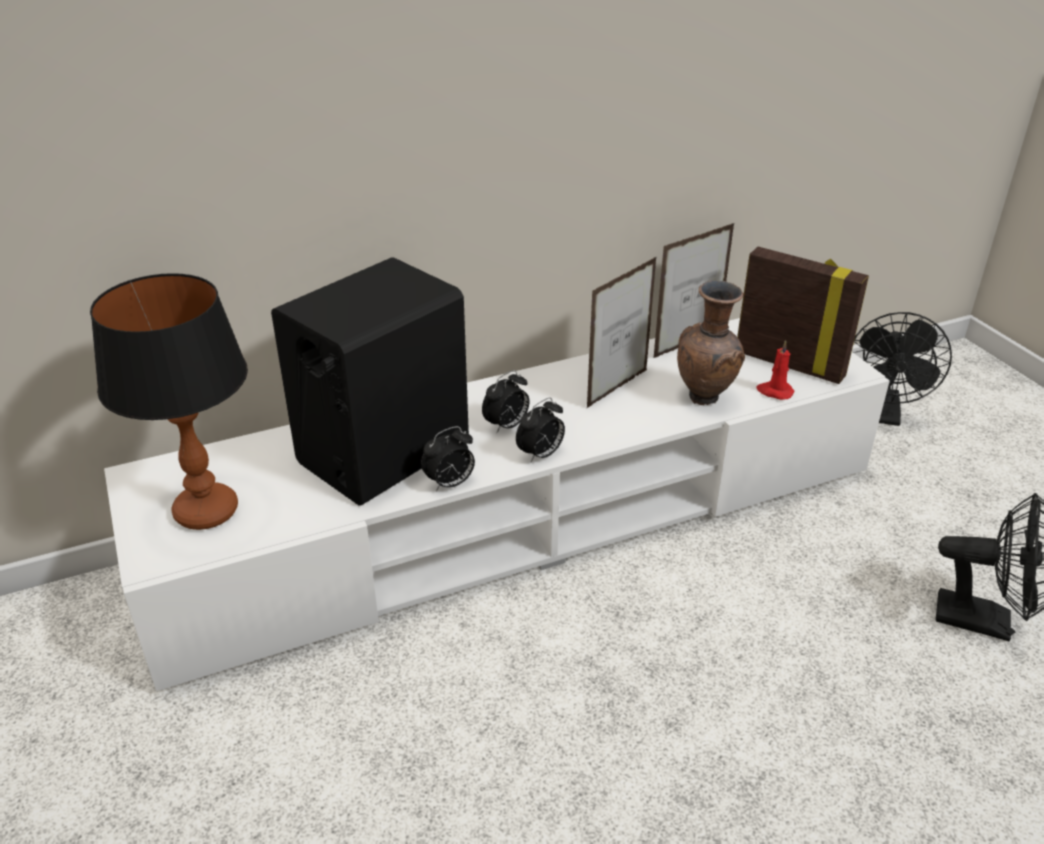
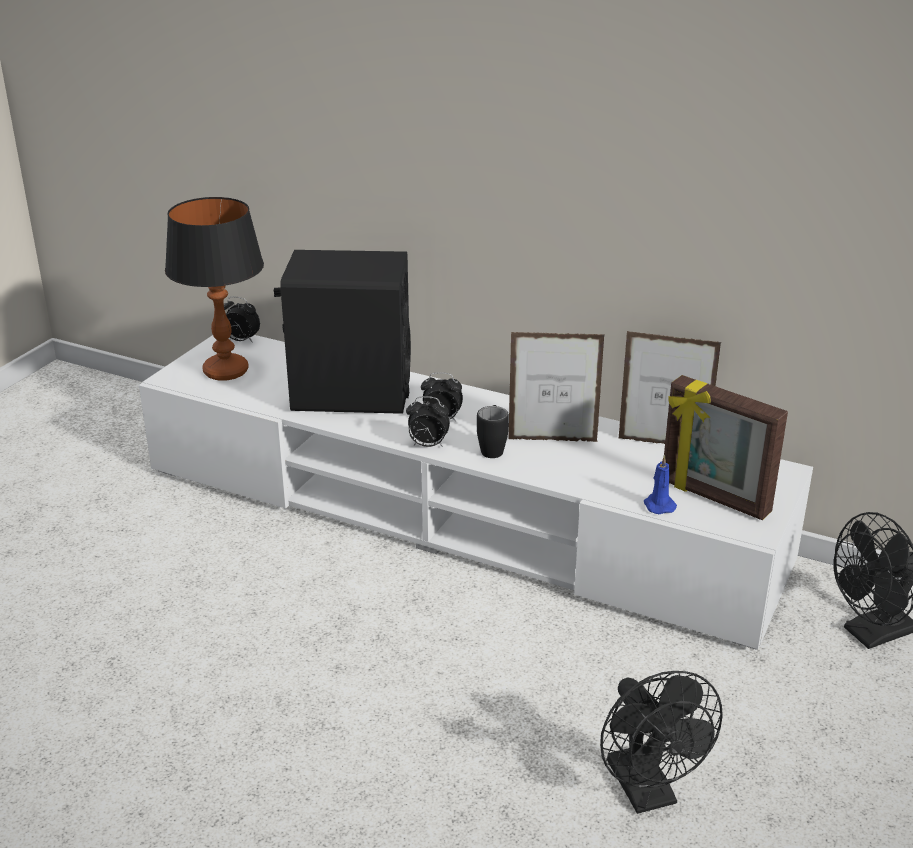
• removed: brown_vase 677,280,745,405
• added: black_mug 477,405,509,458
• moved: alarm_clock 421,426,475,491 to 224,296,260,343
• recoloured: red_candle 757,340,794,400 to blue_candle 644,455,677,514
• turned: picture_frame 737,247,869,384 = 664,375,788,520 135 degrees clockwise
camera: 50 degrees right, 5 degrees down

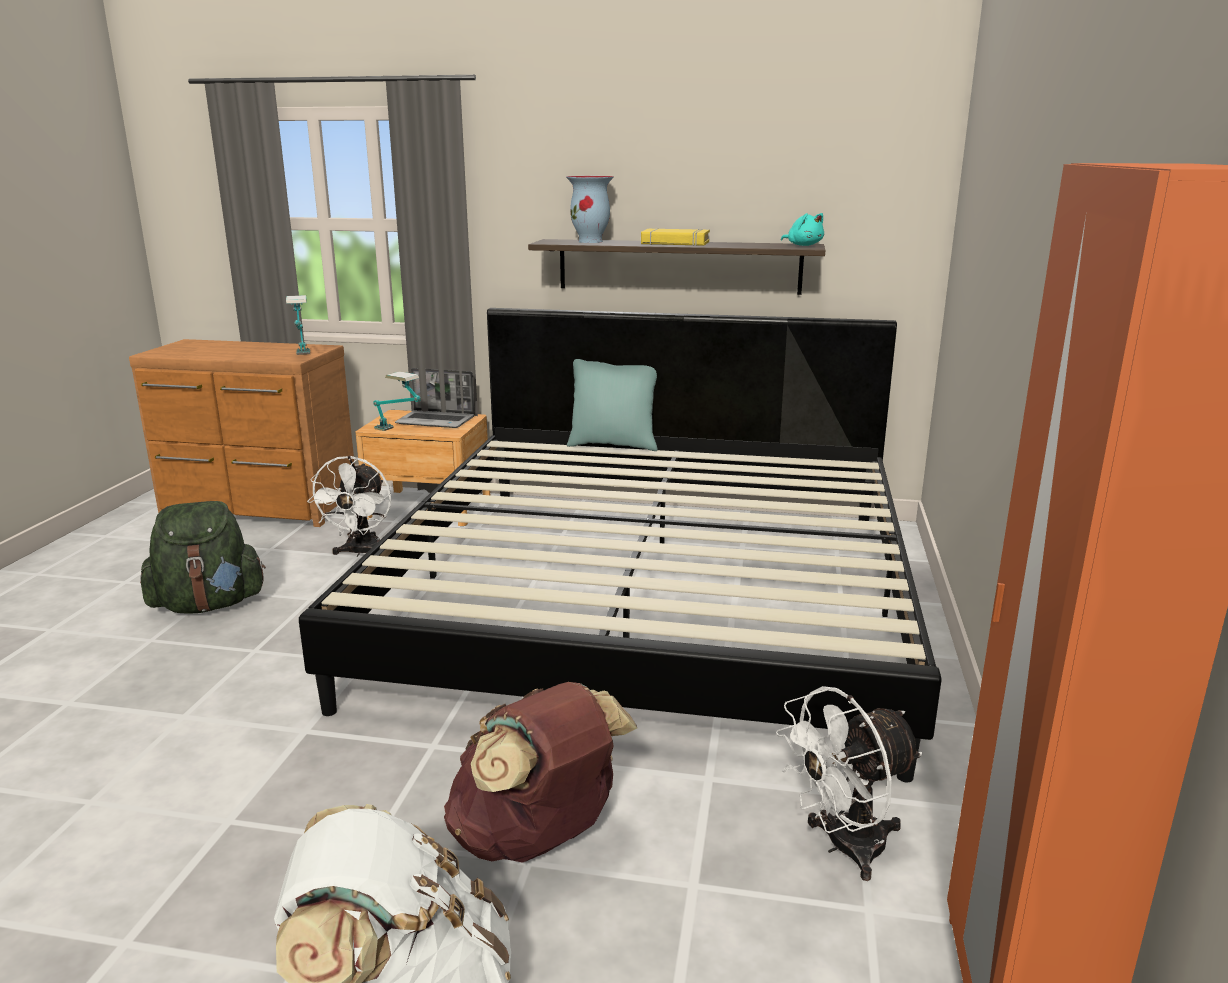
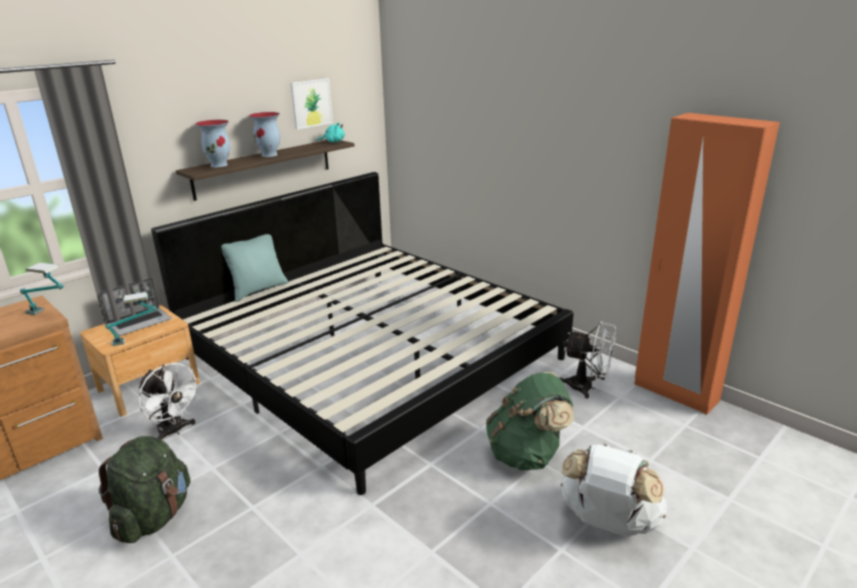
• added: picture 291,78,333,129
• replaced: yellow_book 641,228,710,246 to vase 248,112,280,157
• recoloured: brown_backpack 444,682,637,863 to green_backpack 486,372,574,470
• turned: white_fan 776,686,923,881 = 559,321,616,398 75 degrees counterclockwise
camera: 55 degrees left, 5 degrees up

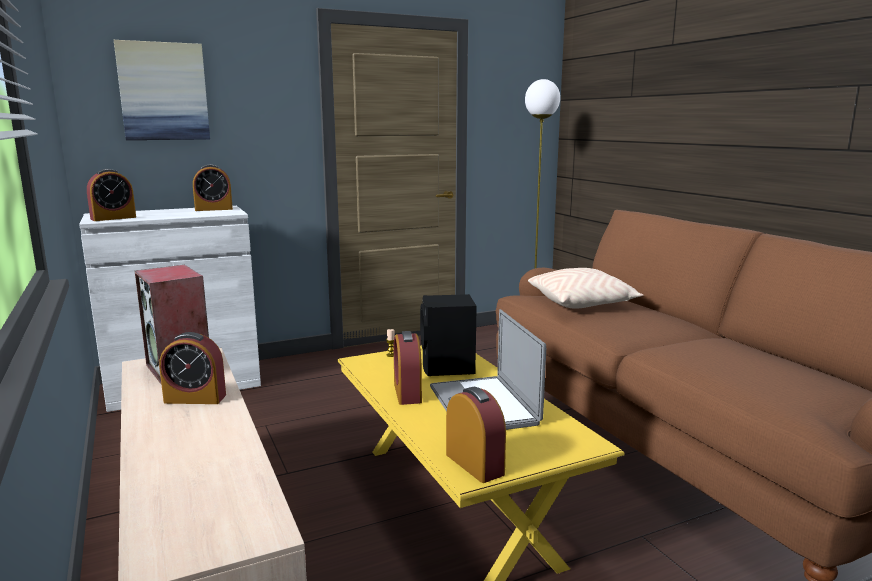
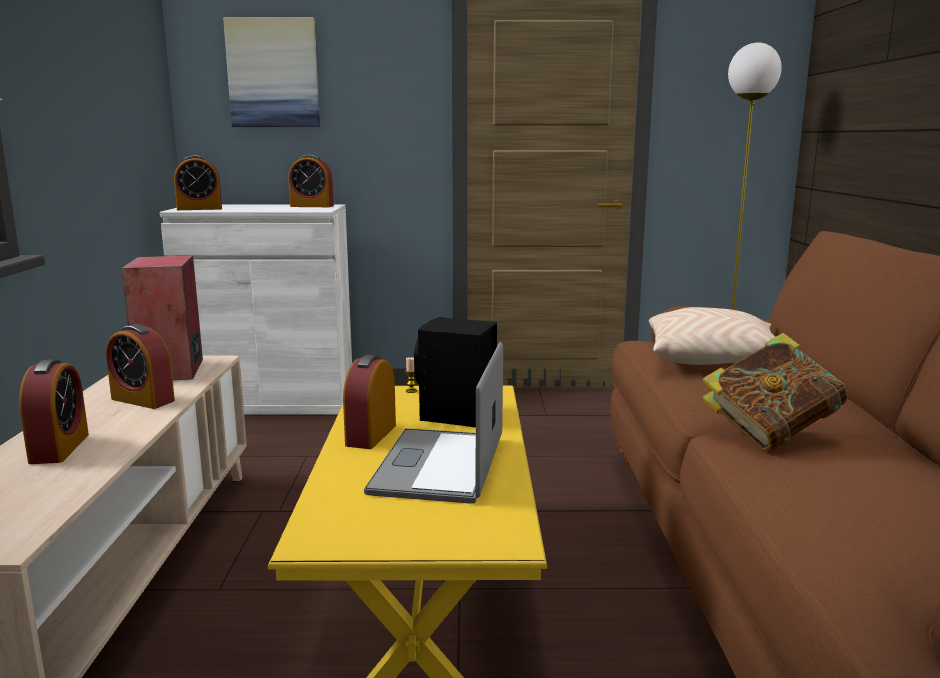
• added: book 702,333,847,452
• moved: alarm_clock 446,387,506,483 to 19,359,89,464
camera: 25 degrees right, 0 degrees up

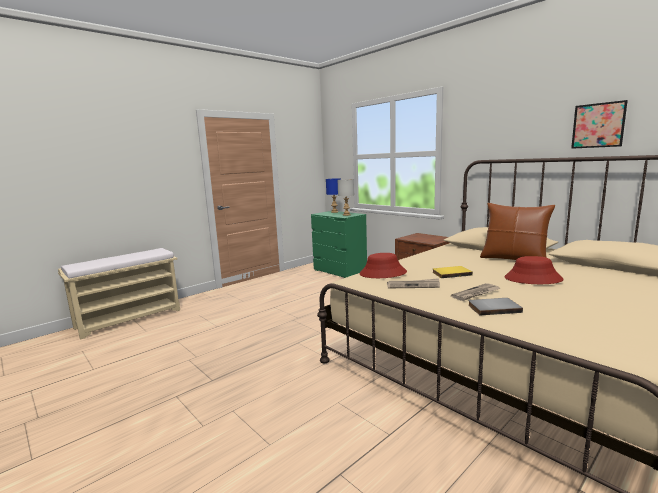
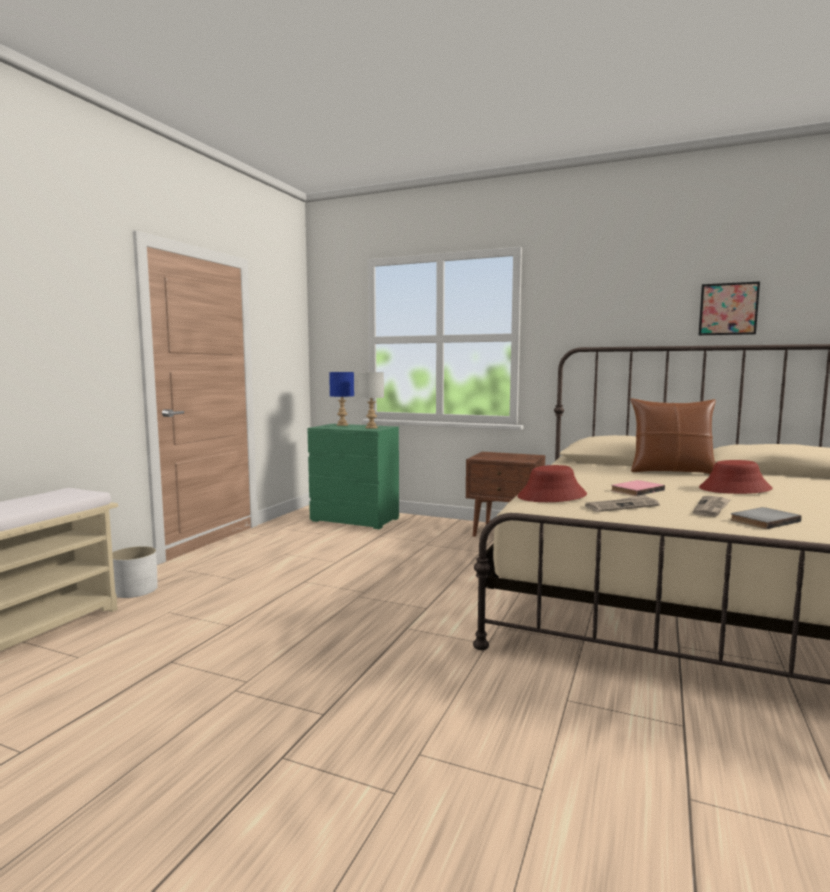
• added: white_planter 112,546,158,598
• recoloured: yellow_book 432,266,473,278 to pink_book 611,480,665,496
camera: 25 degrees left, 5 degrees down

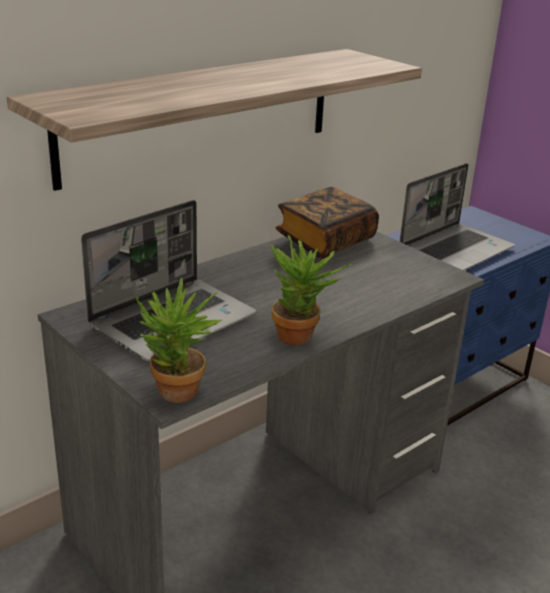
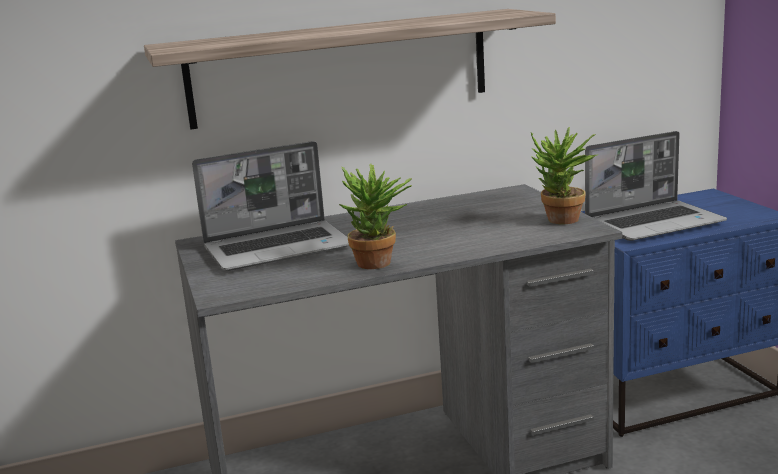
• removed: book 276,187,379,259
• moved: potted_plant 136,278,222,403 to 531,127,597,224
camera: 25 degrees right, 10 degrees down

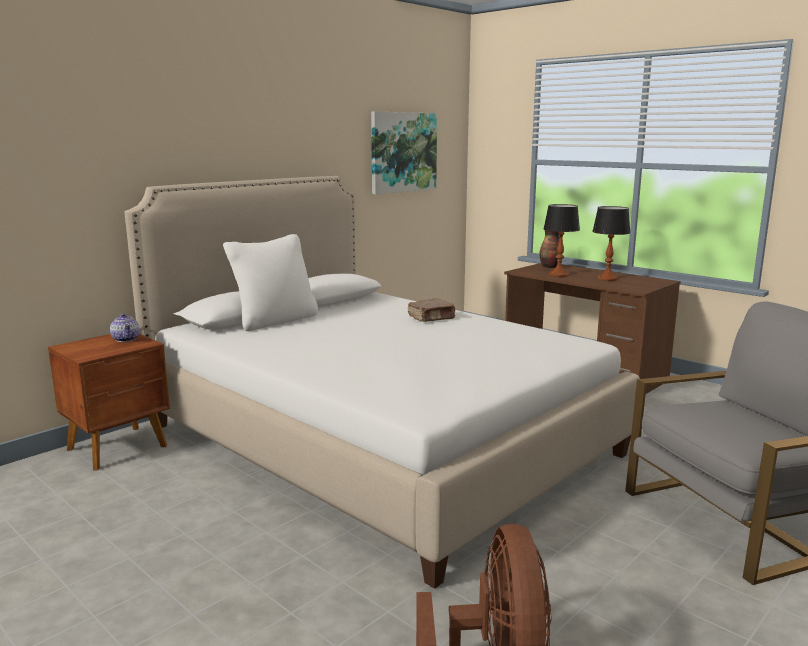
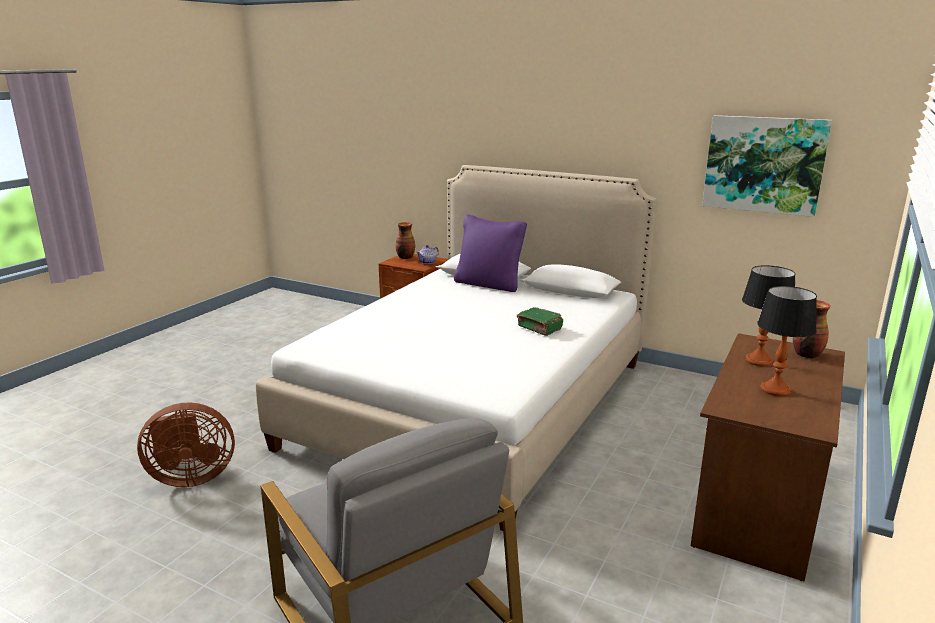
• added: vase 395,222,415,259
• recoloured: white_pillow 223,234,318,331 to purple_pillow 454,214,527,292
• recoloured: brown_book 408,298,455,322 to green_book 517,307,563,336
camera: 75 degrees right, 5 degrees up

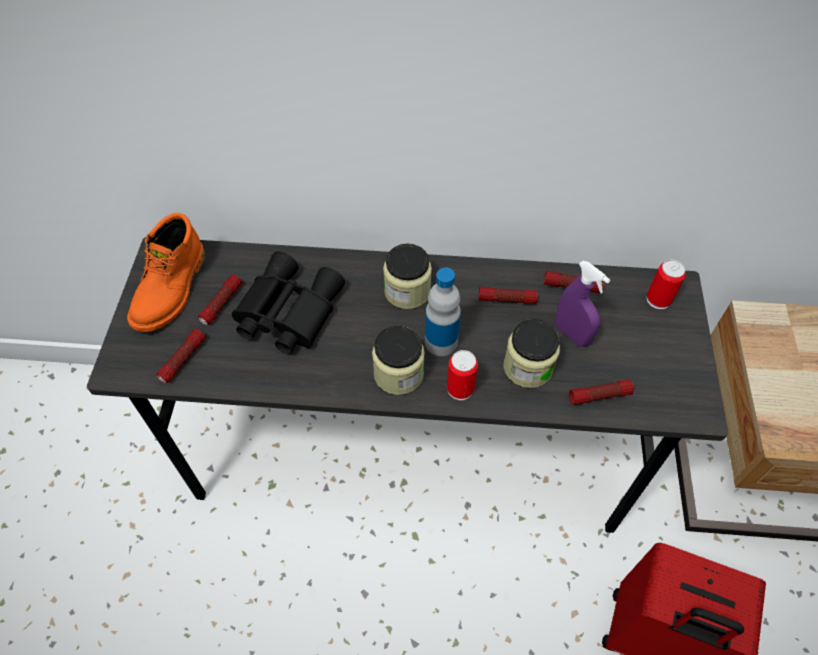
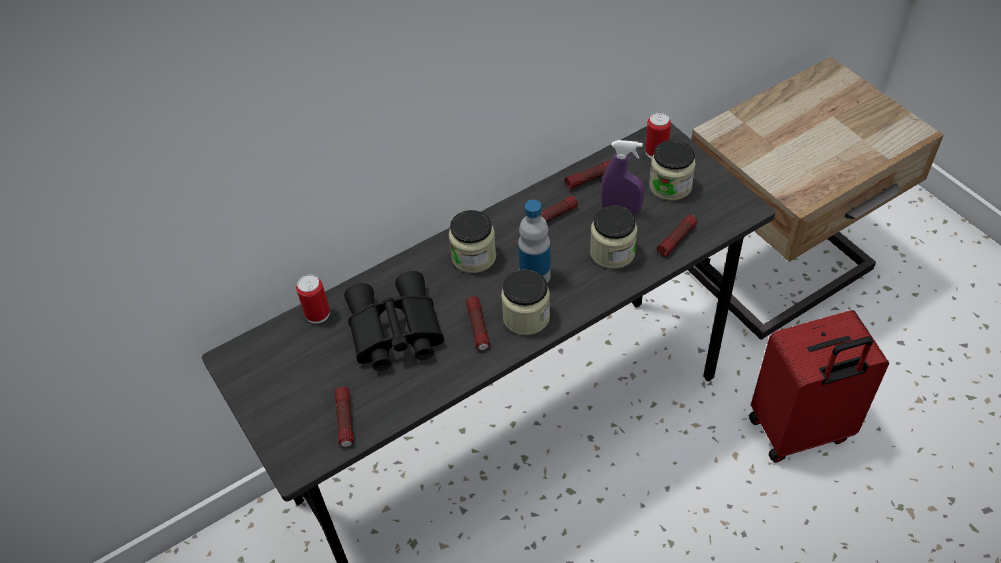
• removed: orange_boot 127,213,205,332
• added: jar 649,140,696,201
• moved: flashlight 198,274,242,325 to 466,296,490,350
• moved: can 447,350,478,400 to 296,275,330,324
camera: 35 degrees left, 5 degrees down

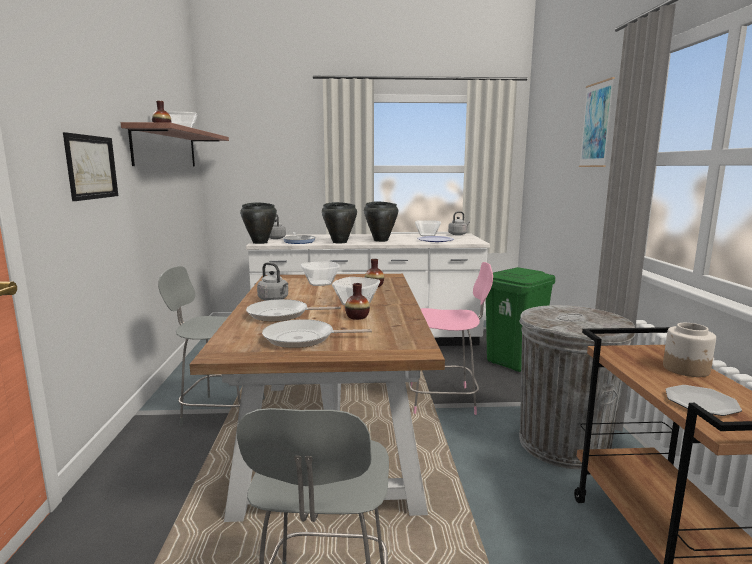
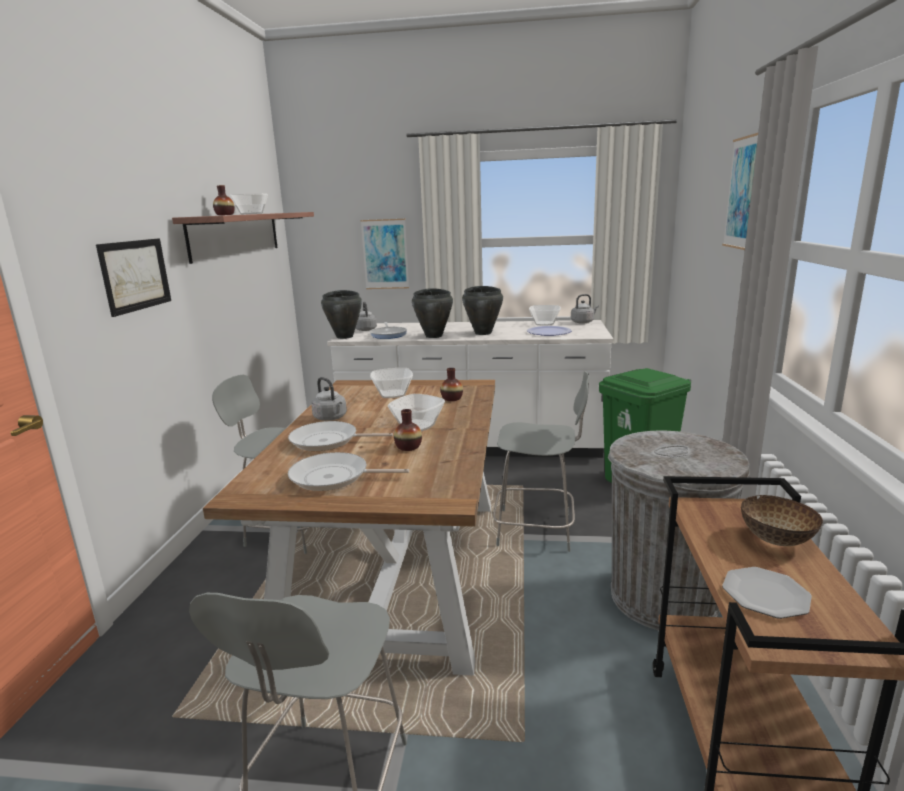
• added: picture 361,219,409,289
• replaced: jar 663,323,716,377 to bowl 741,495,823,546
• recoloured: pink_chair 409,262,493,415 to grey_chair 493,371,589,552
camera: 10 degrees right, 5 degrees up

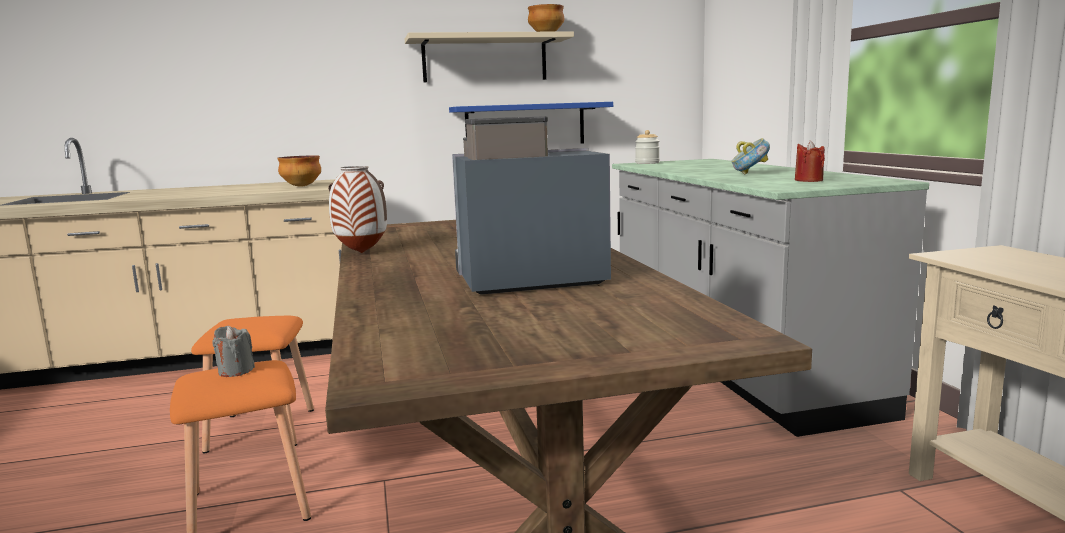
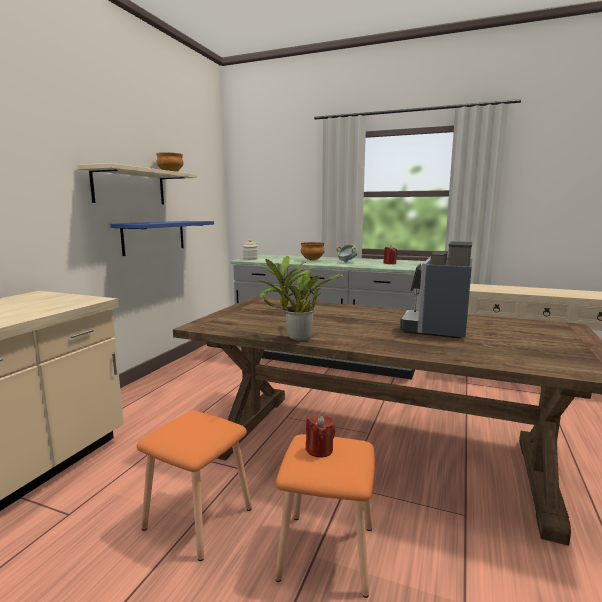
• moved: bowl 277,155,321,187 to 301,242,324,261
• replaced: vase 328,166,387,253 to potted_plant 258,256,343,341
• recoloured: grey_candle 212,326,255,377 to red_candle 306,414,335,458
camera: 55 degrees left, 0 degrees up

